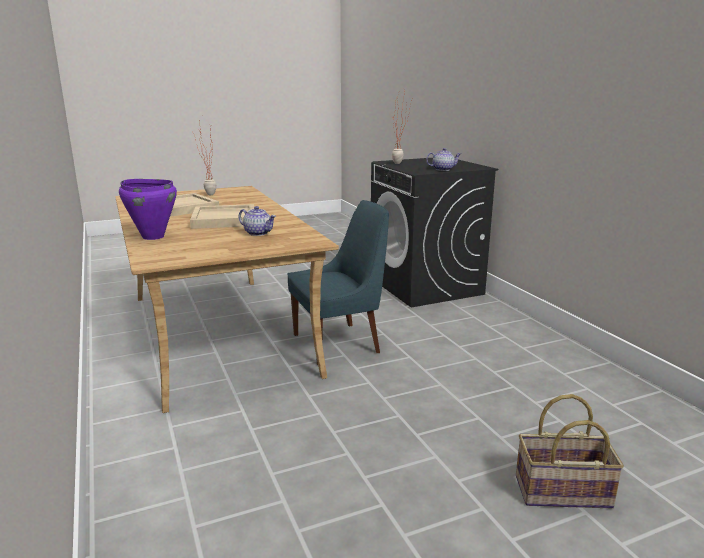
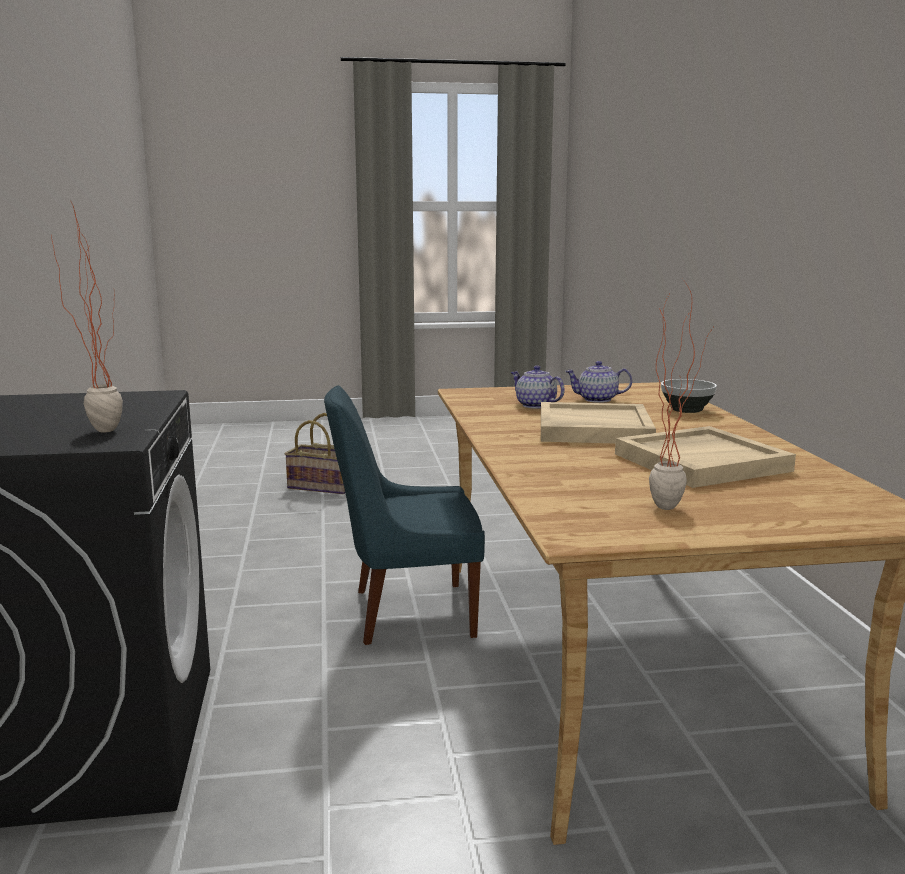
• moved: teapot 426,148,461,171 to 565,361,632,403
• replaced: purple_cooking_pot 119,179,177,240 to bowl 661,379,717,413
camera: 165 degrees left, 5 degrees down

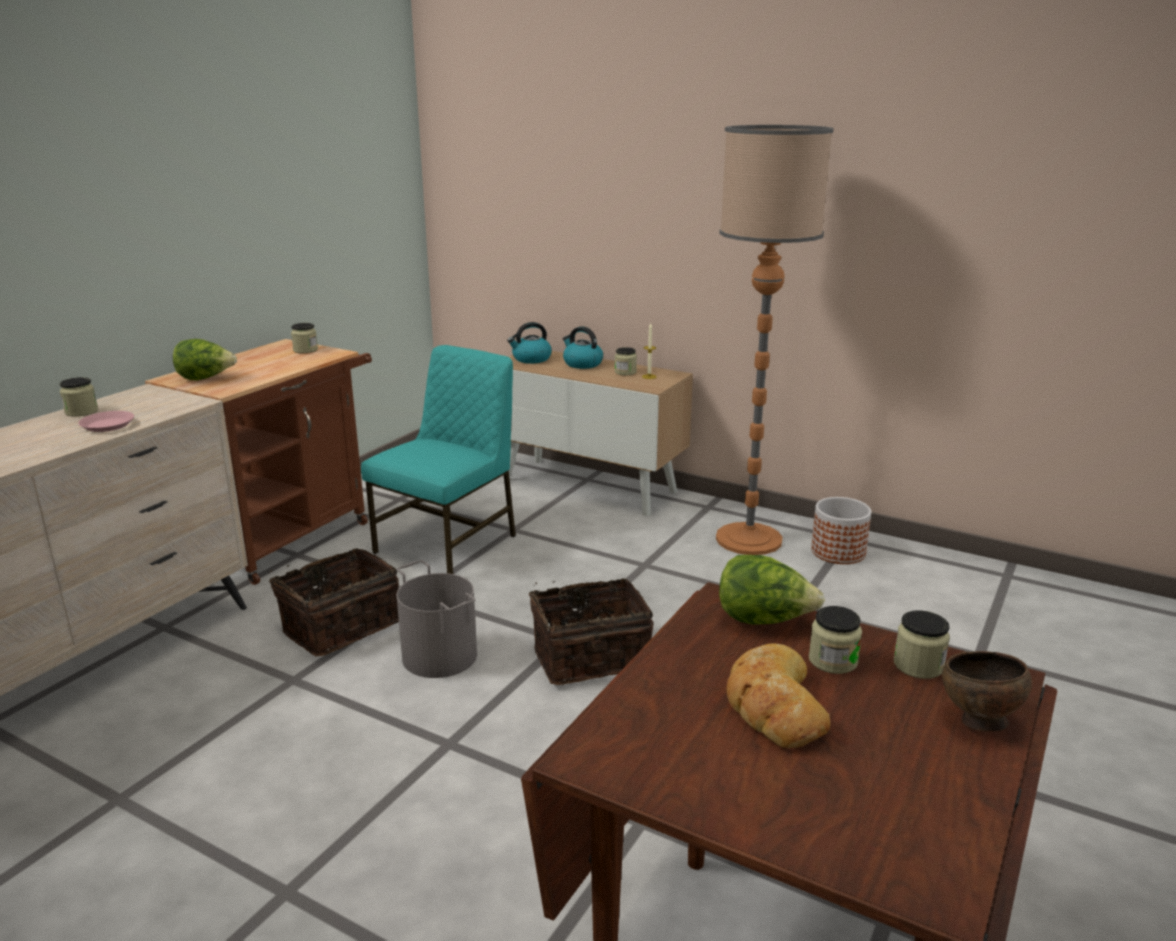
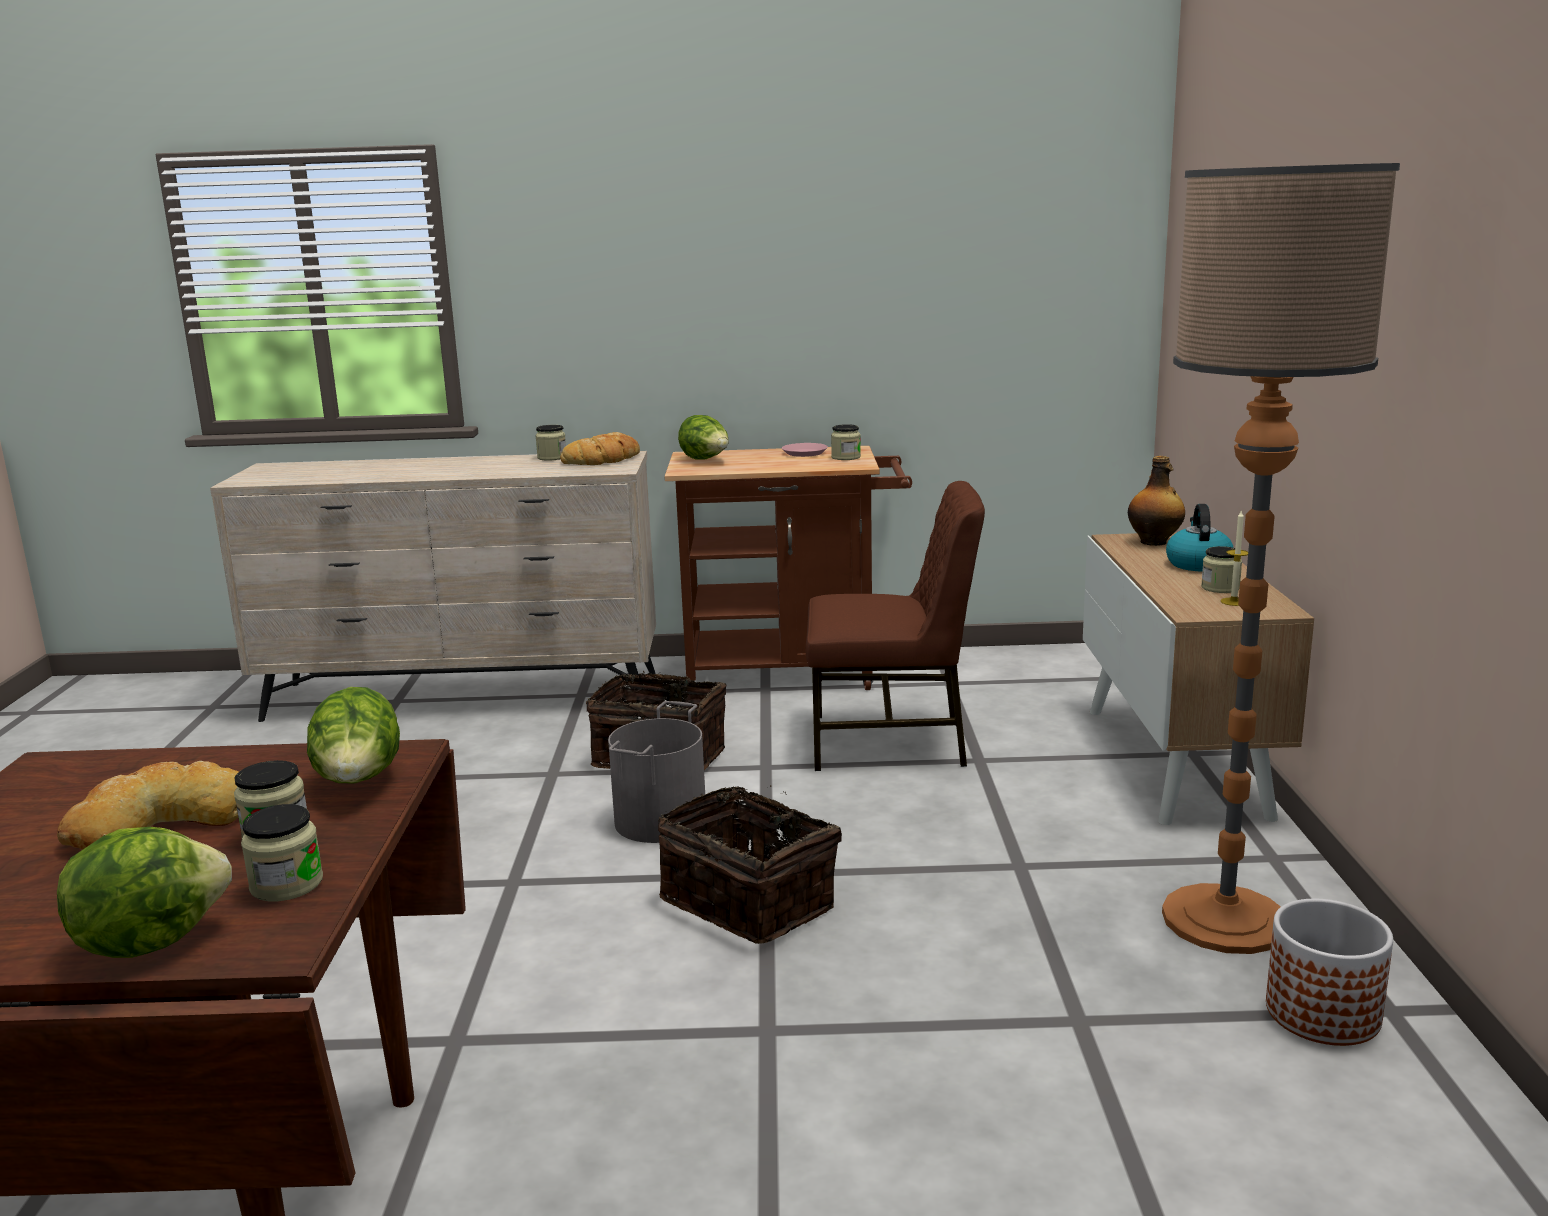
• added: bread 560,432,640,465
• moved: pink_plate 78,411,134,432 to 782,443,828,457
• replaced: kettle 507,322,552,364 to bottle 1128,456,1185,546
• replaced: brown_bowl 942,651,1032,731 to lettuce 57,827,232,958
• recoloured: turquoise_chair 361,345,516,574 to brown_chair 806,481,985,771
camera: 60 degrees right, 5 degrees down

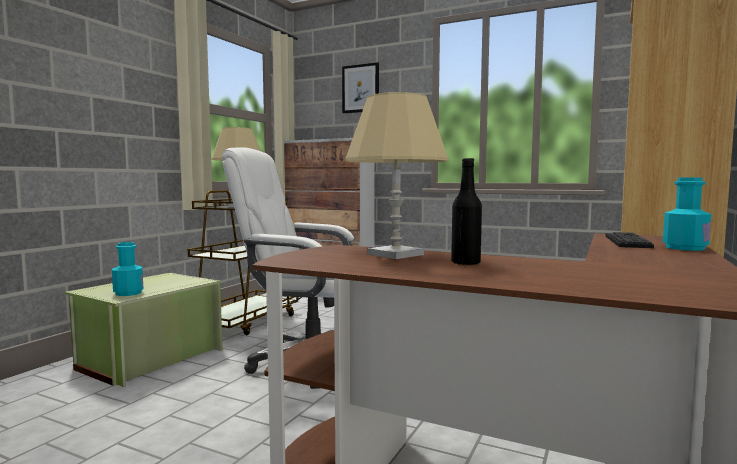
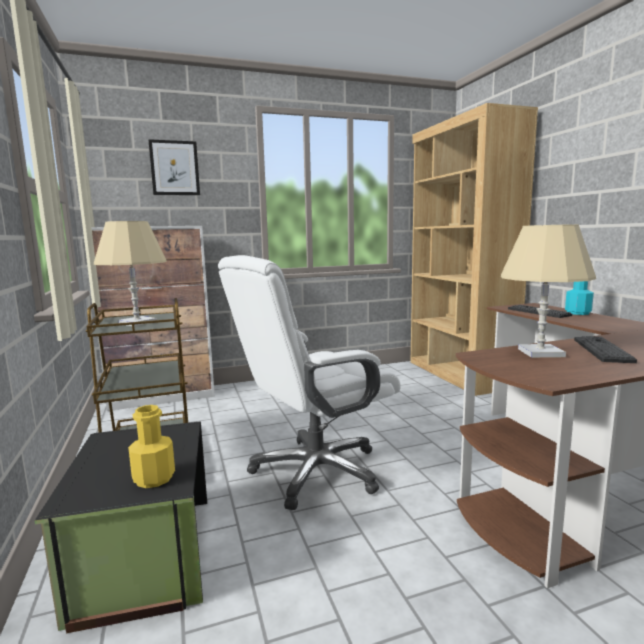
• replaced: black_bottle 451,158,482,265 to keyboard 574,336,637,363
• recoloured: green_storage_box 65,273,223,387 to black_storage_box 35,421,207,633
• recoloured: turquoise_bottle 112,242,143,296 to yellow_bottle 128,405,175,488
camera: 45 degrees left, 5 degrees up

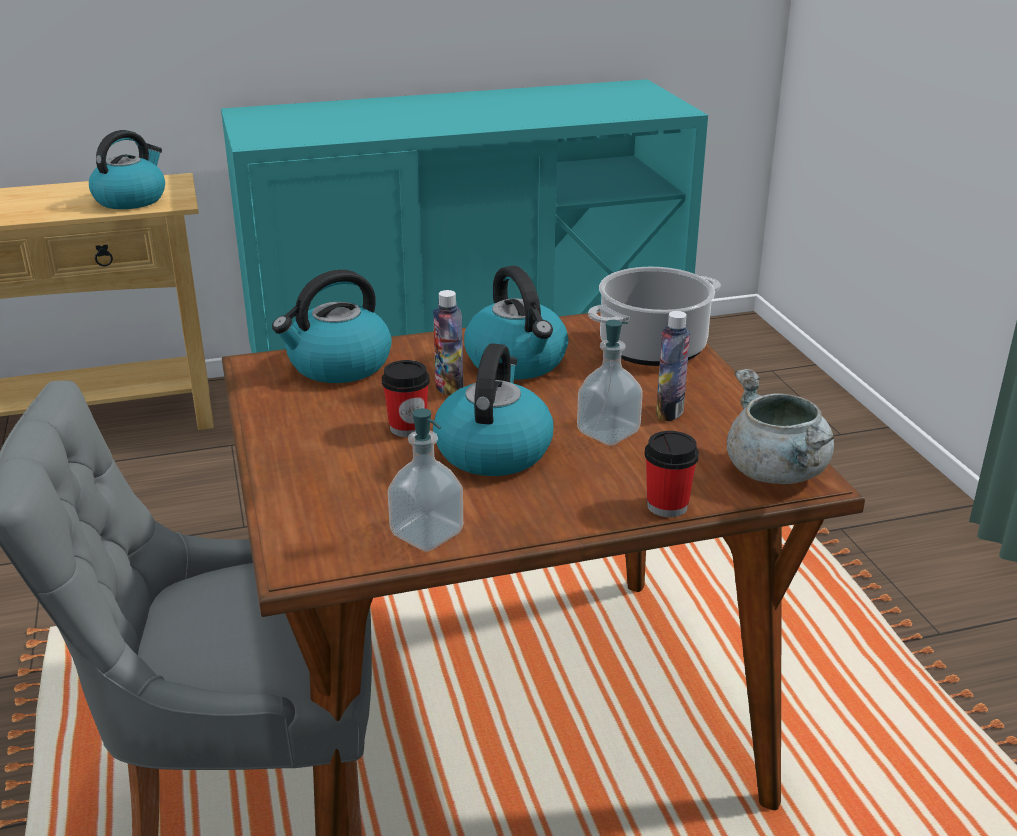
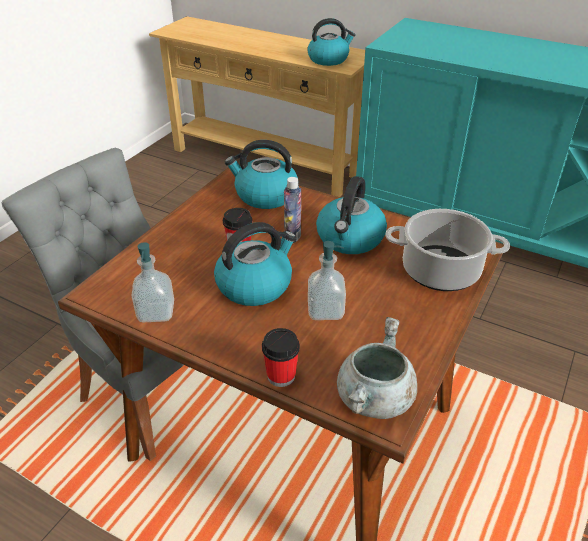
• removed: bottle 656,311,690,421
camera: 45 degrees right, 10 degrees up

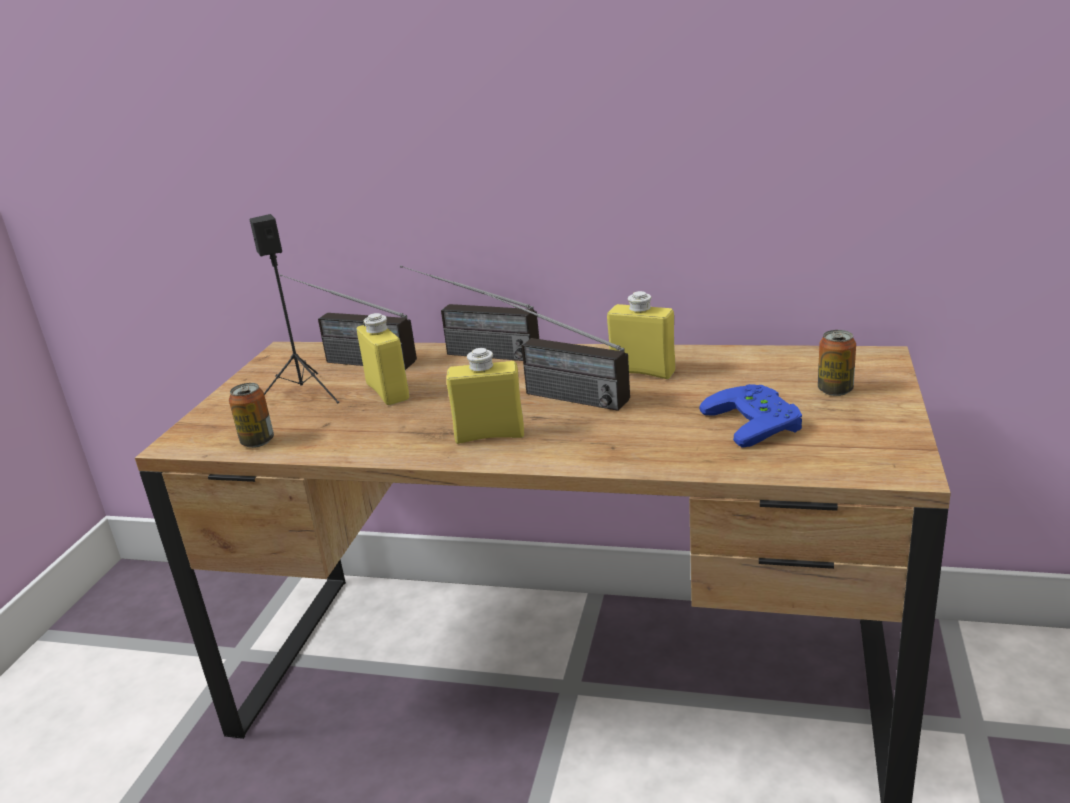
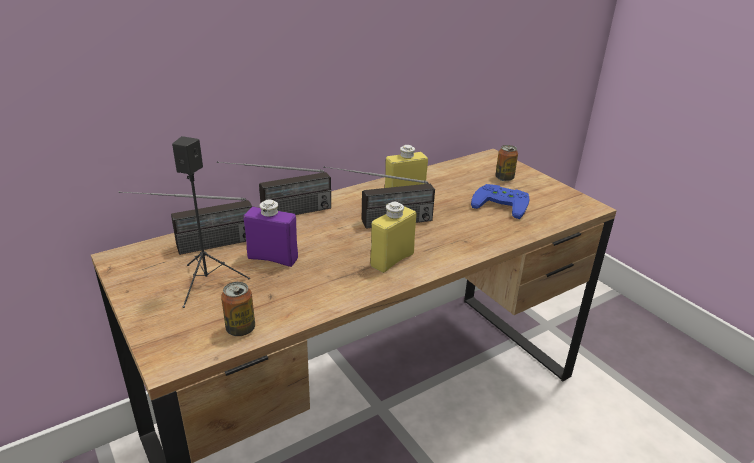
• recoloured: yellow_bottle 357,313,409,405 to purple_bottle 244,200,298,267
camera: 50 degrees left, 5 degrees up

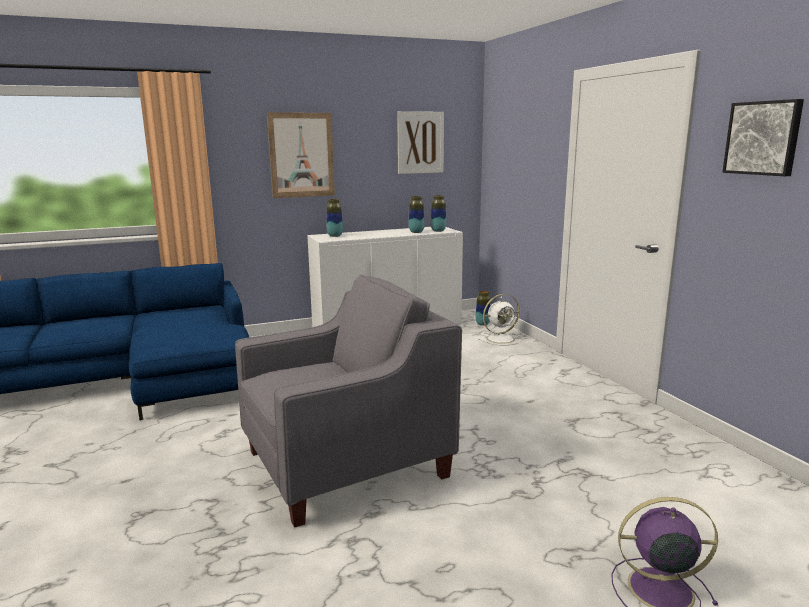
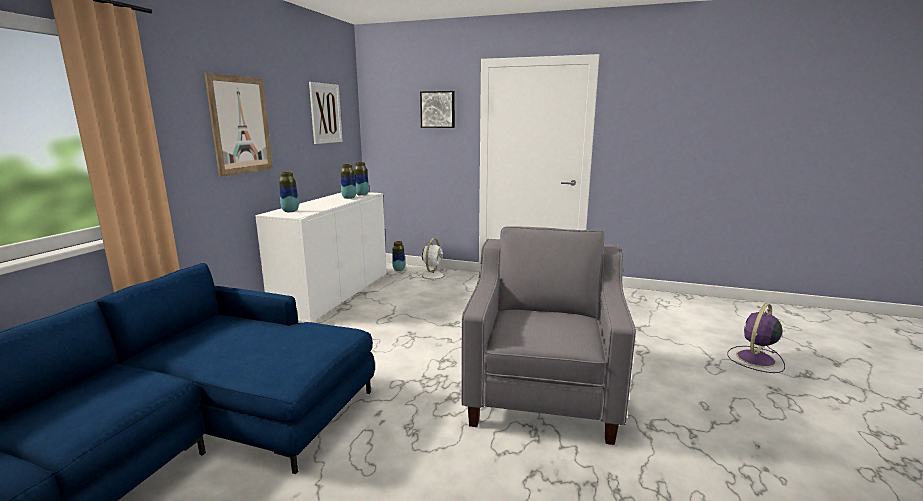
• moved: picture 722,99,804,176 to 420,91,455,128
camera: 50 degrees left, 0 degrees up

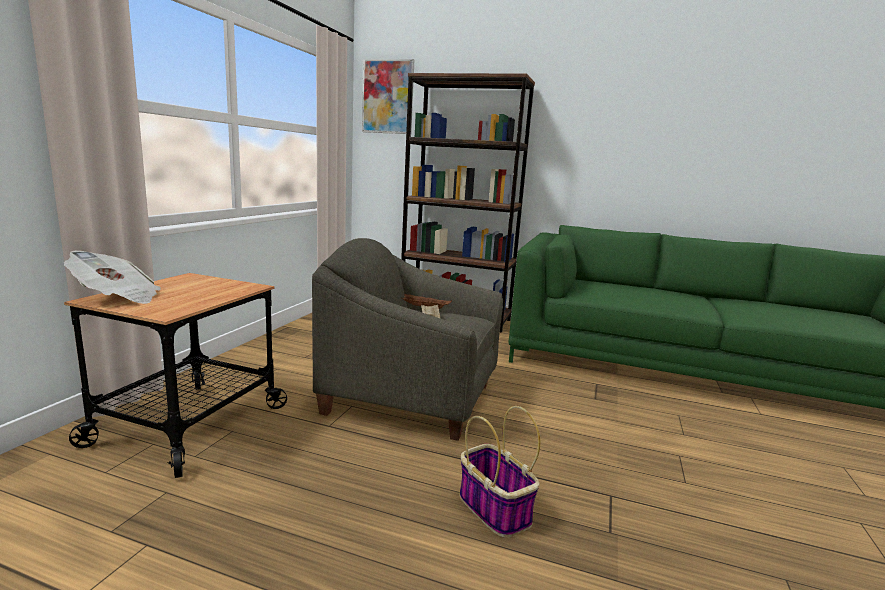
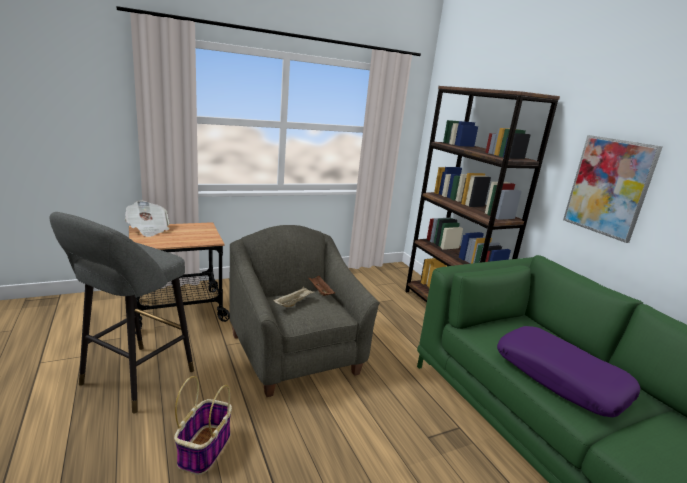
• added: grey_stool 49,212,194,414
• added: purple_pillow 497,326,640,417
• moved: picture 362,59,414,134 to 563,135,663,243
camera: 45 degrees right, 5 degrees up

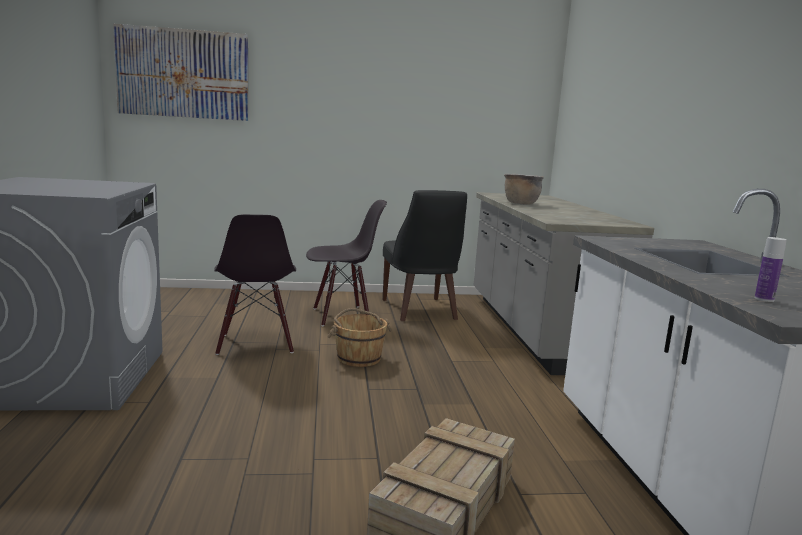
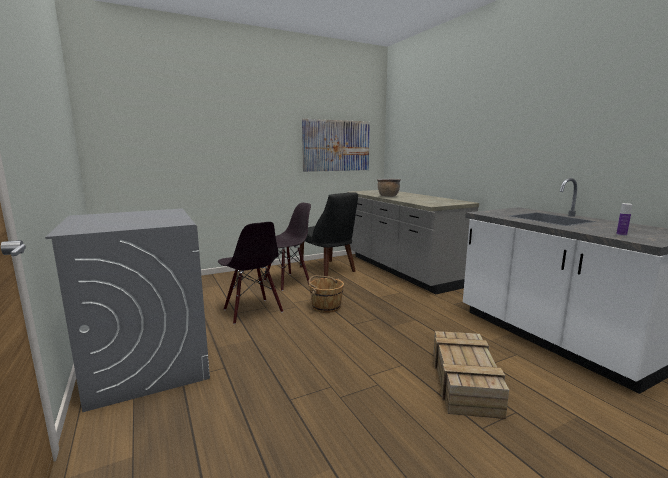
• moved: picture 113,24,248,121 to 302,119,370,172
camera: 20 degrees left, 0 degrees up

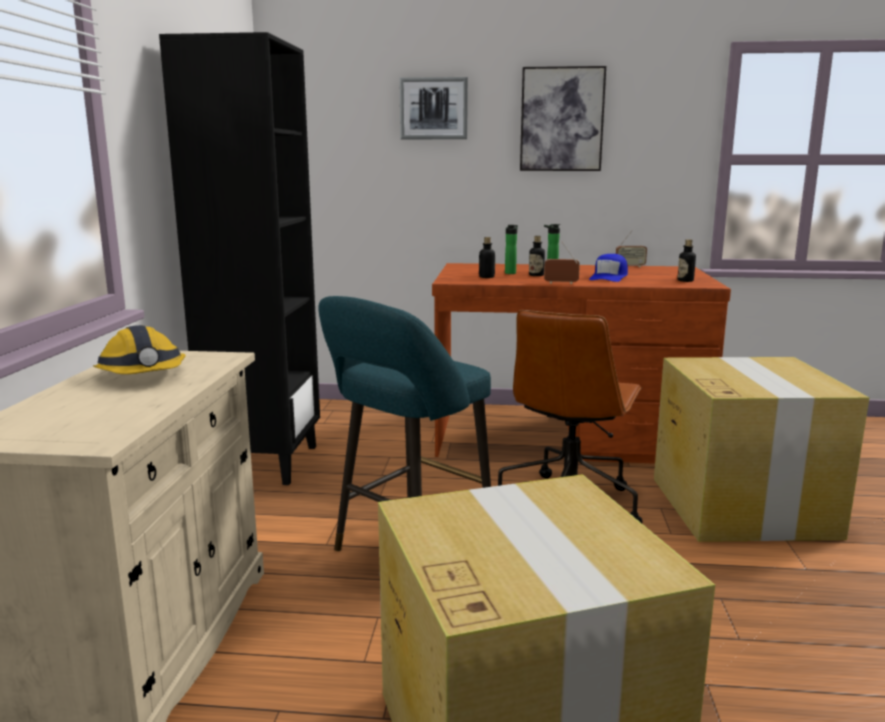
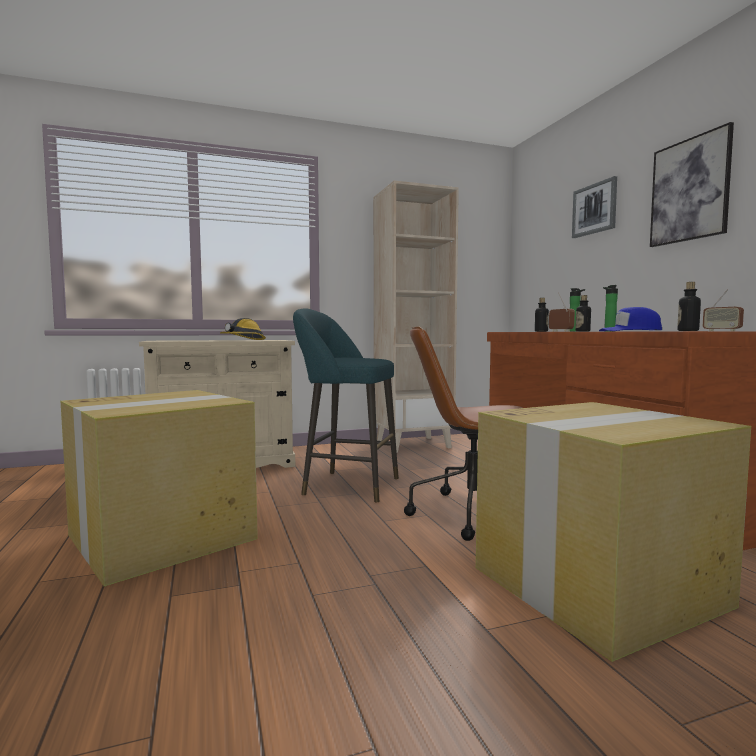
• recoloured: black_bookcase 159,32,320,485 to beige_bookcase 374,180,459,453
camera: 65 degrees right, 10 degrees down

